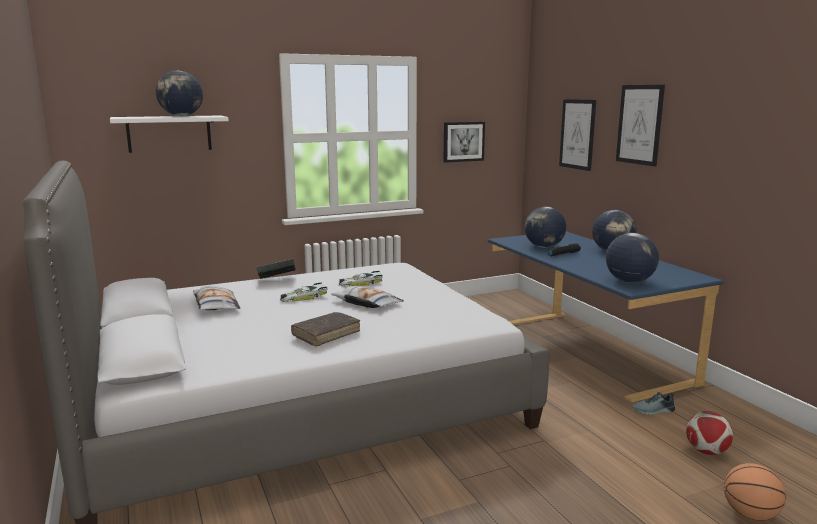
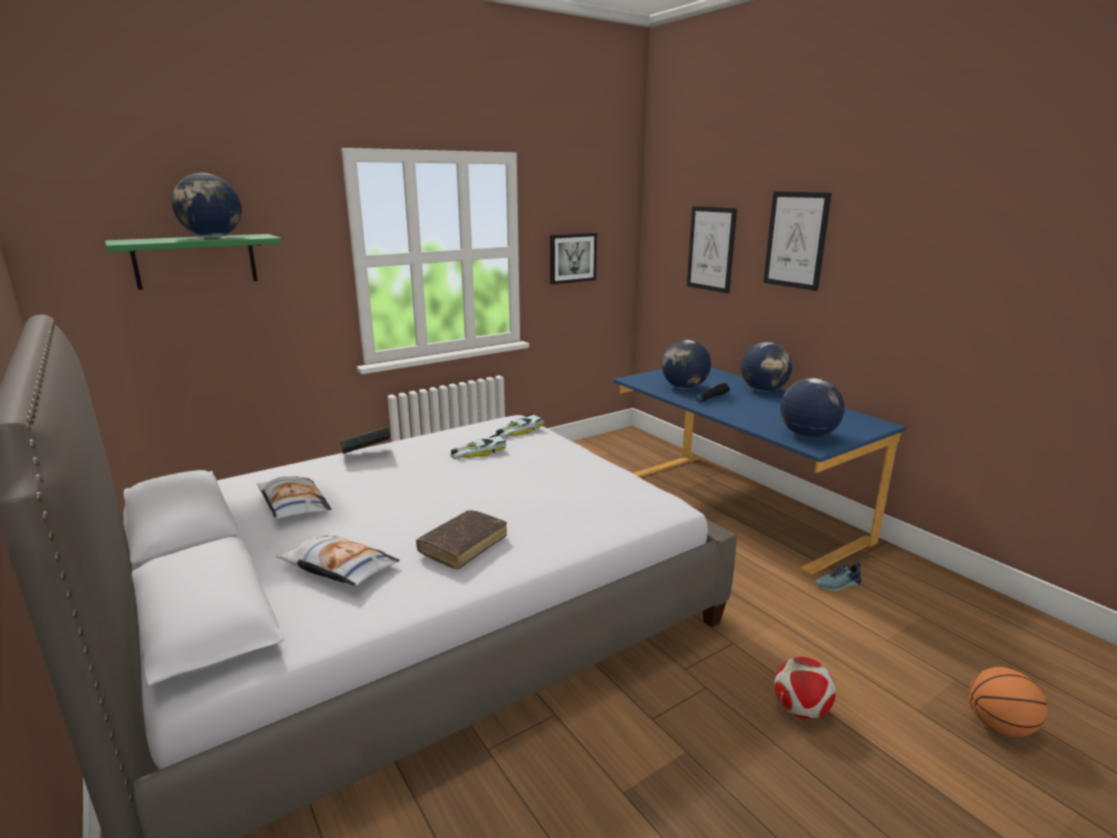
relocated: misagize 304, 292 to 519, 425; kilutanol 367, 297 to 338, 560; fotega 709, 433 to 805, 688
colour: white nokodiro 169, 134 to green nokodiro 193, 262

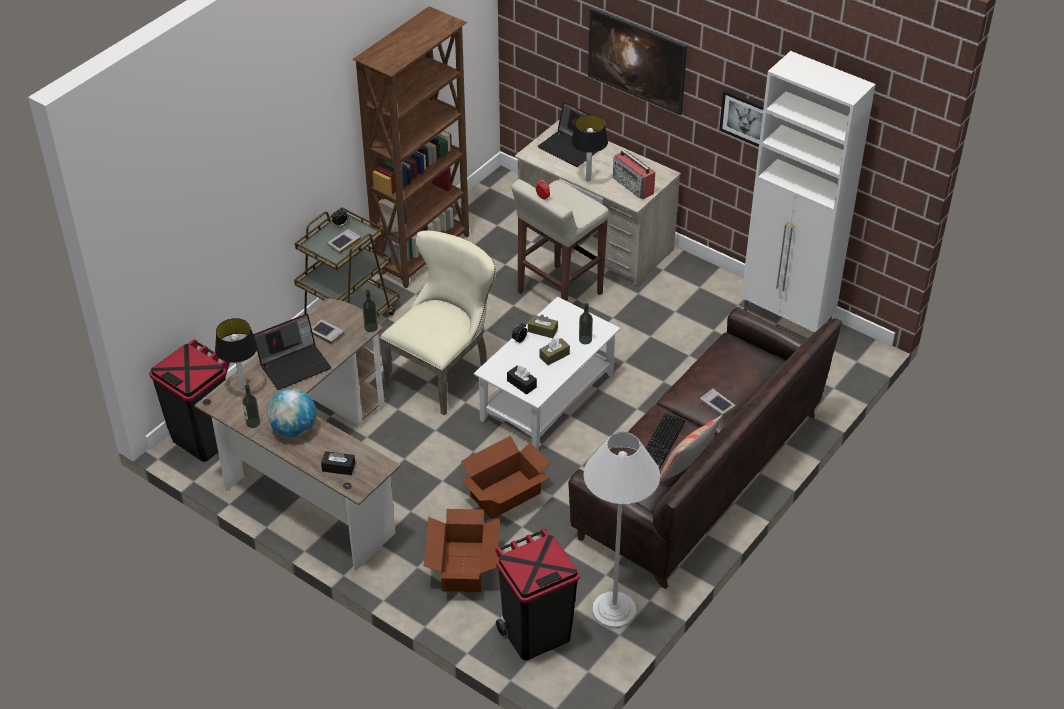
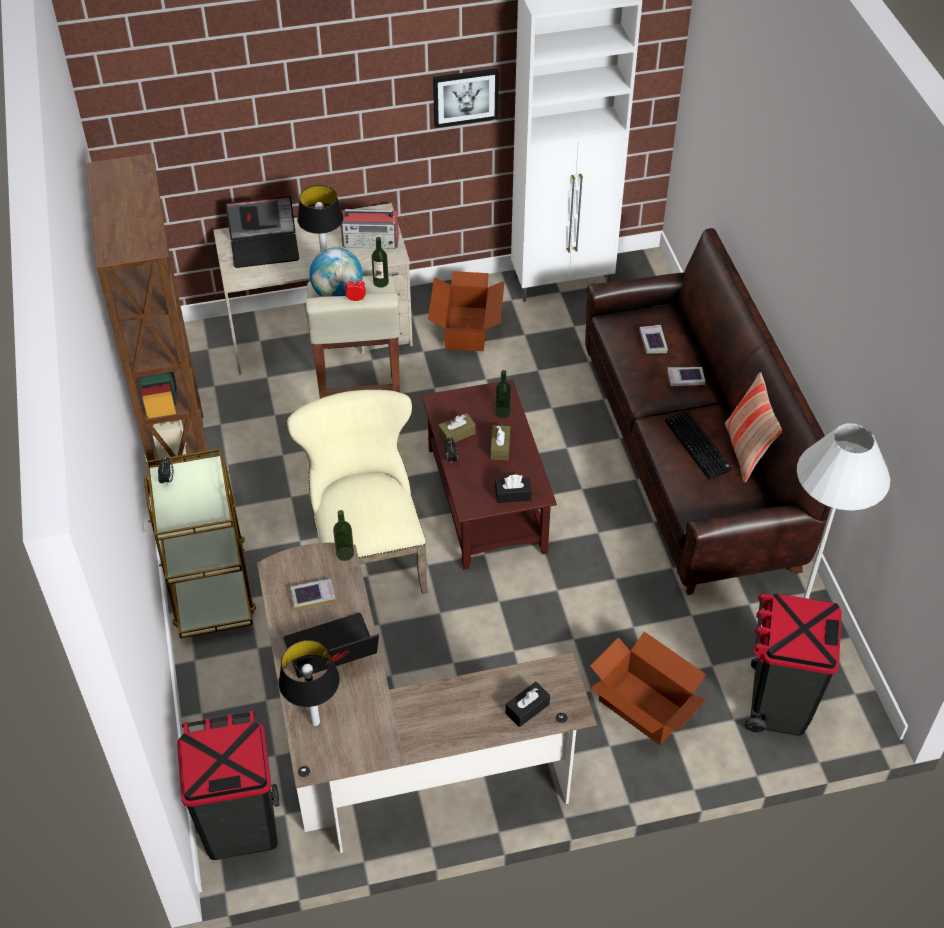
missing: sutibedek 637, 61
relocated: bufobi 251, 406 to 380, 262; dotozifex 291, 412 to 336, 272; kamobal 344, 241 to 653, 339; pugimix 505, 477 to 466, 311
colour: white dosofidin 547, 373 to brown dosofidin 489, 474
spun: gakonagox 292, 352 = 331, 645 120 degrees counterclockwise

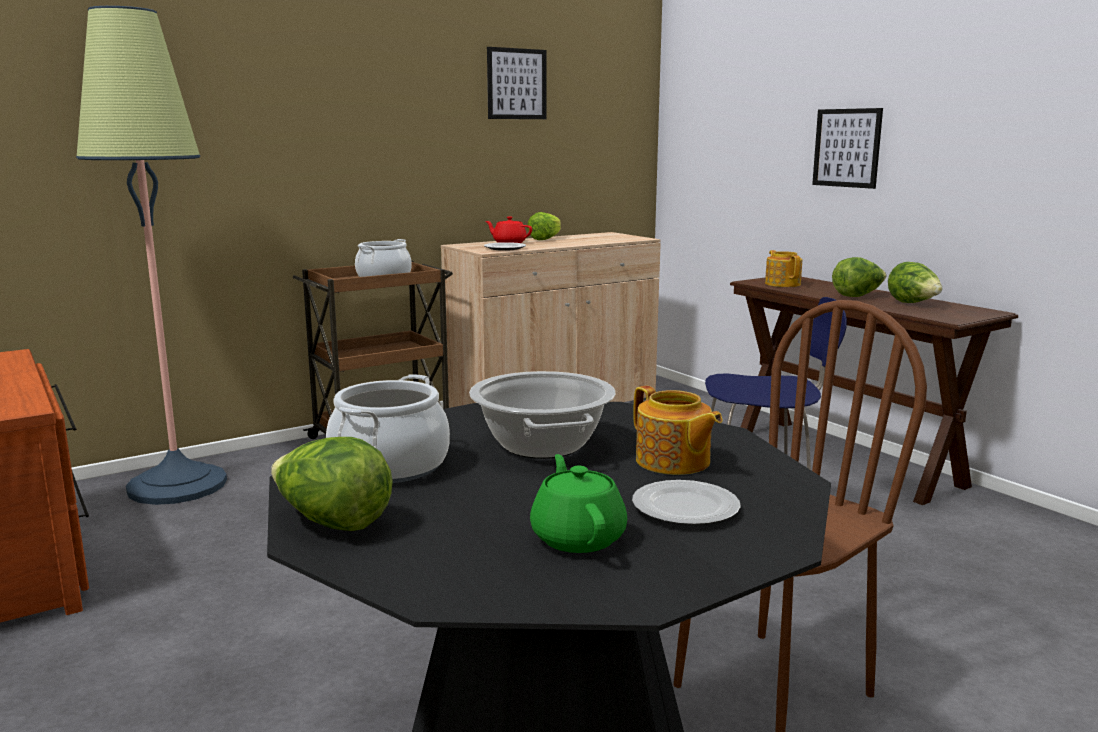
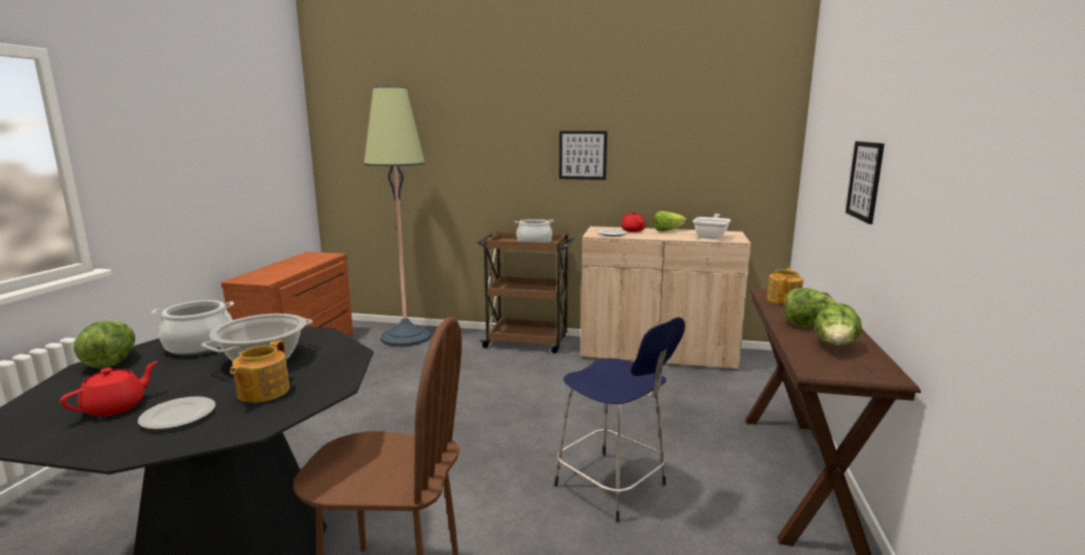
appeared: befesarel 712, 226
relocated: sutibedek 517, 83 to 583, 155
colour: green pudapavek 578, 503 to red pudapavek 109, 389

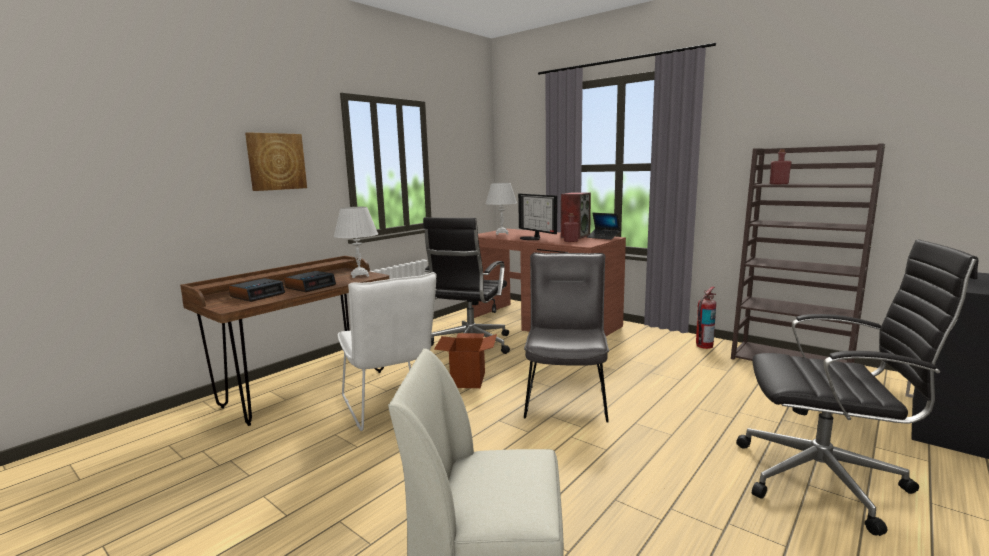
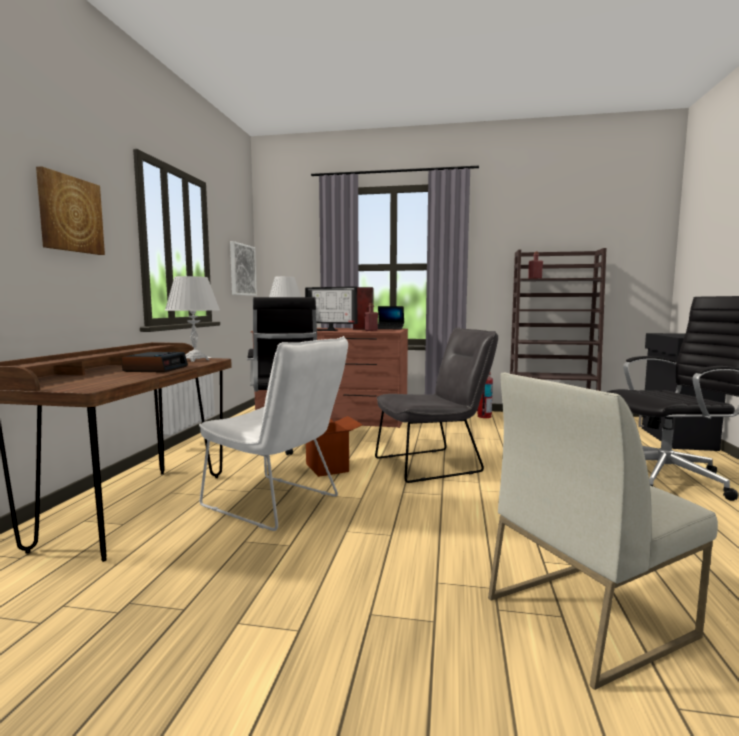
missing: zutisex 257, 290
appeared: sutibedek 243, 268
spun: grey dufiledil 566, 337 = 436, 405 90 degrees clockwise

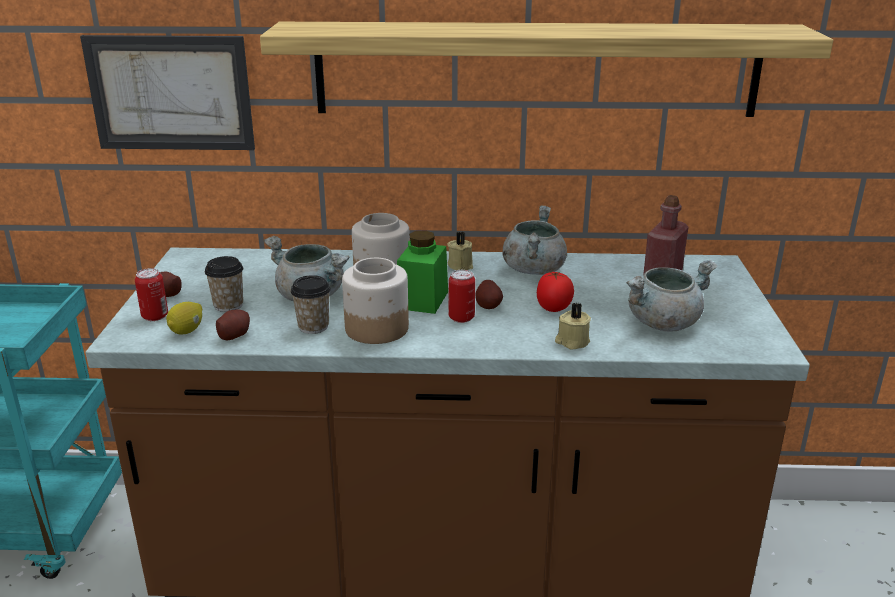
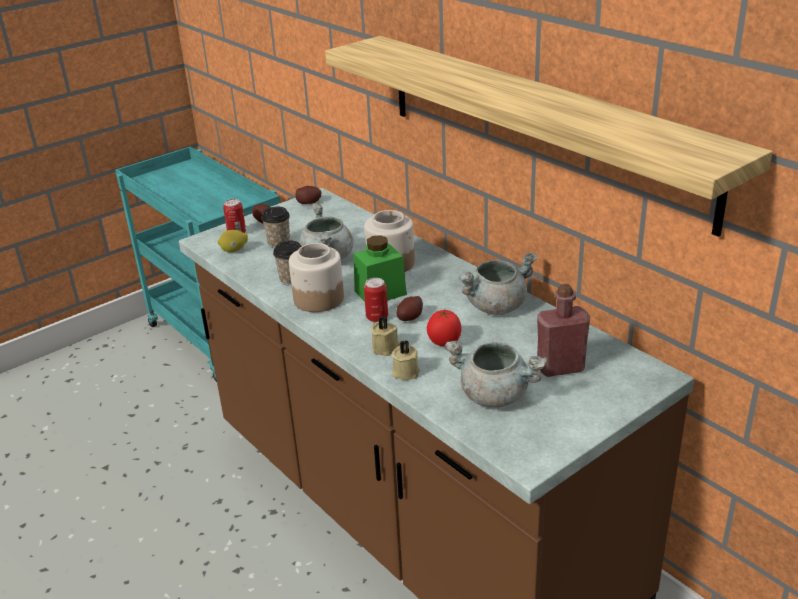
missing: sutibedek 167, 92
relocated: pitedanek 233, 324 to 308, 195; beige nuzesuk 460, 251 to 385, 336

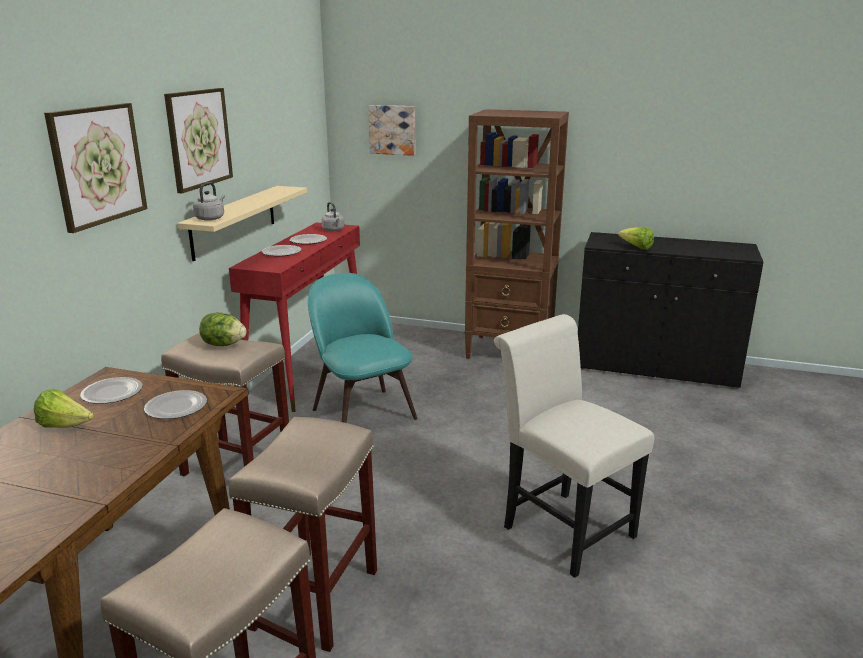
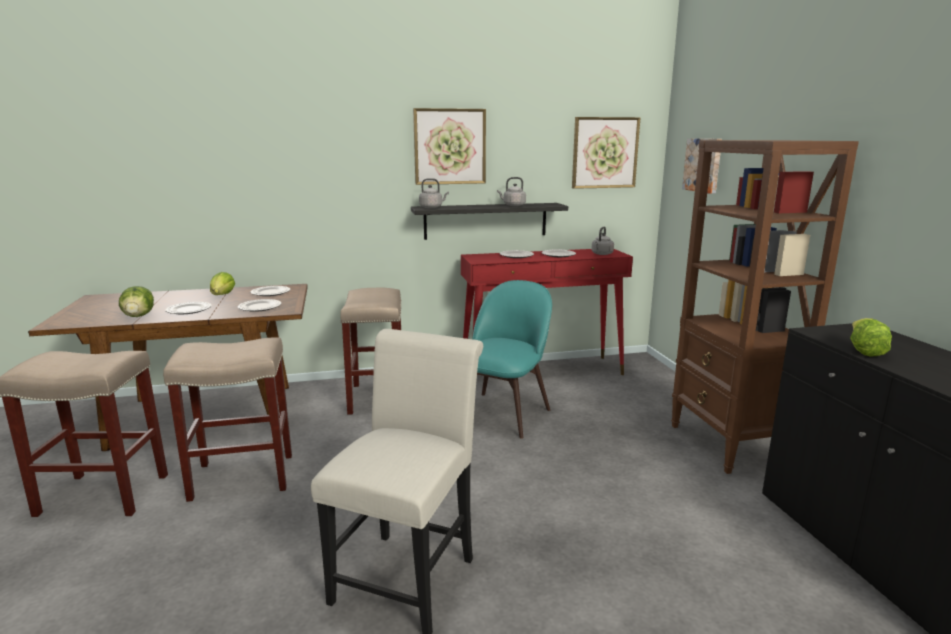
appeared: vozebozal 188, 308; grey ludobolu 511, 191
relocated: sutibedek 95, 168 to 606, 153; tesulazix 222, 329 to 136, 301
colour: beige nokodiro 242, 223 to black nokodiro 489, 221

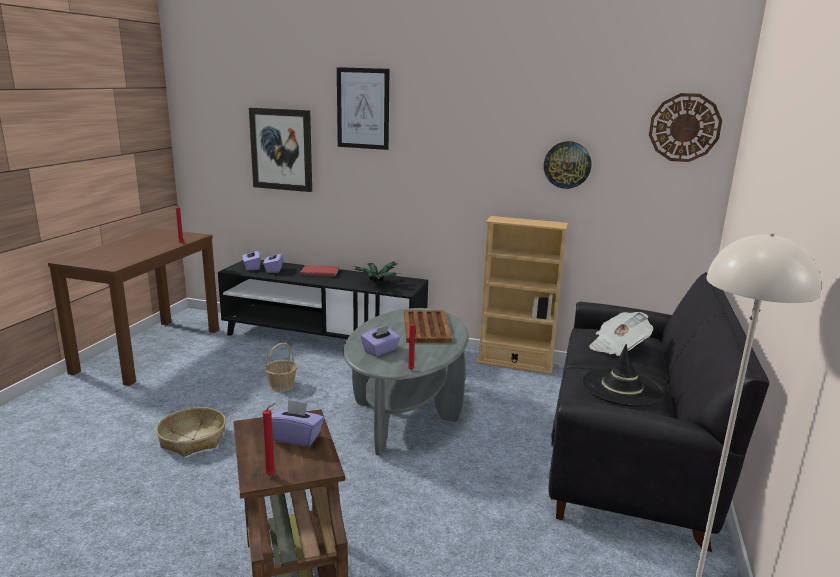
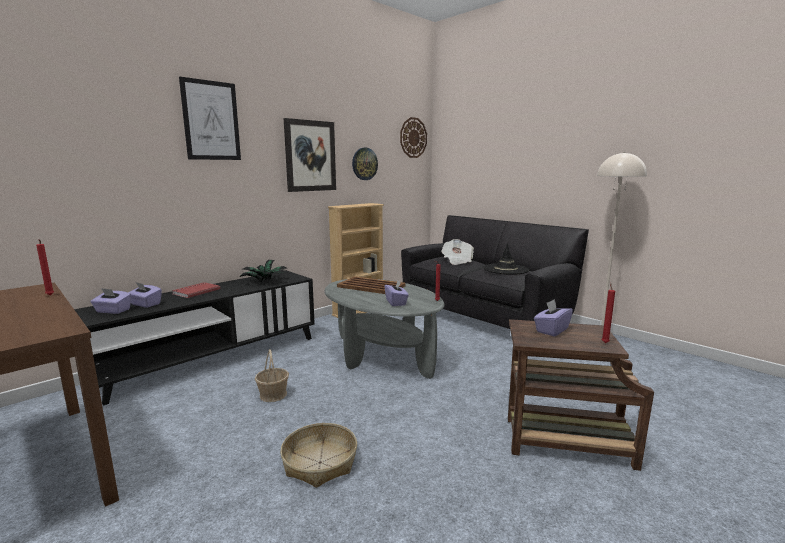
relocated: sutibedek 280, 150 to 310, 155

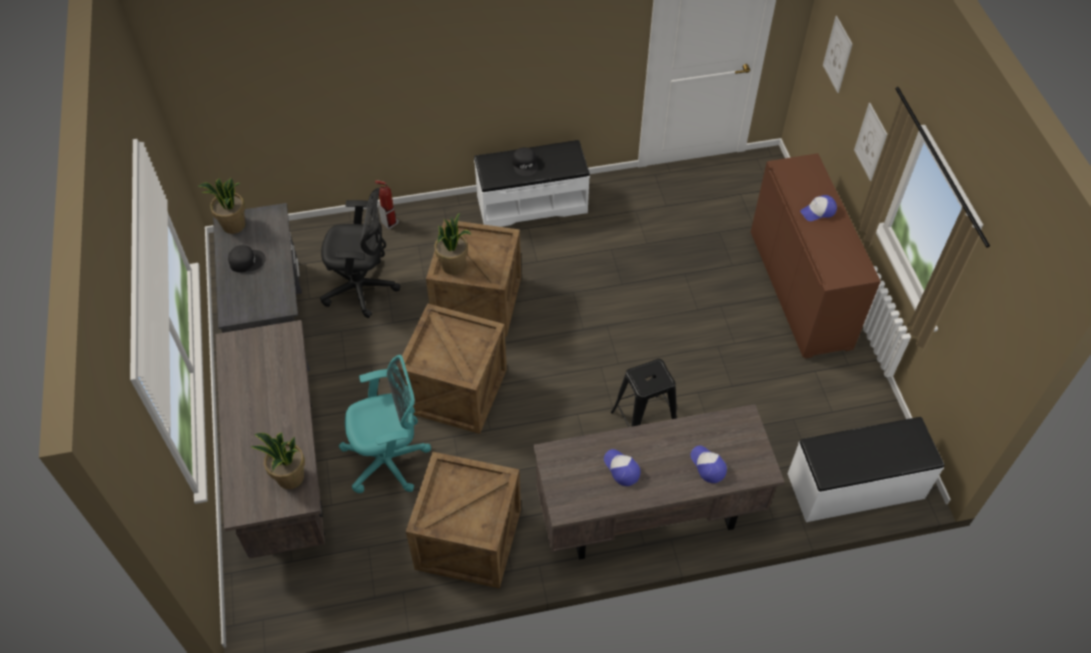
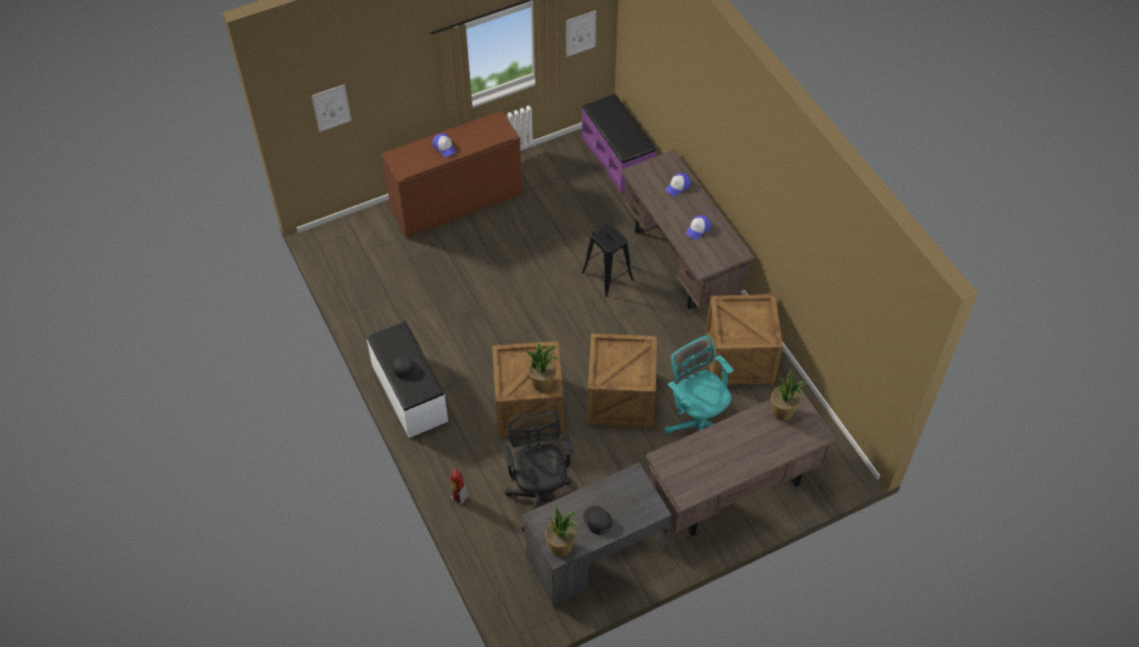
relocated: sutibedek 870, 142 to 581, 33
colour: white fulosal 865, 469 to purple fulosal 619, 143

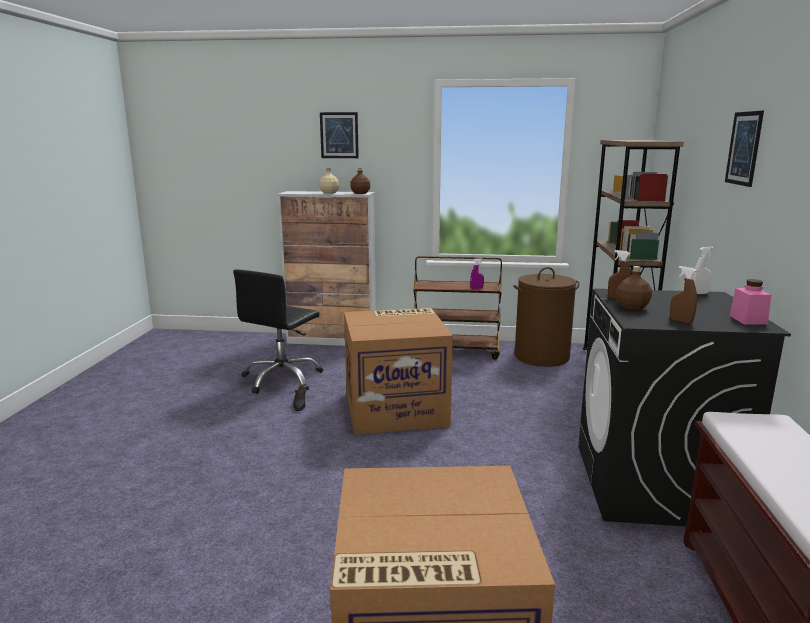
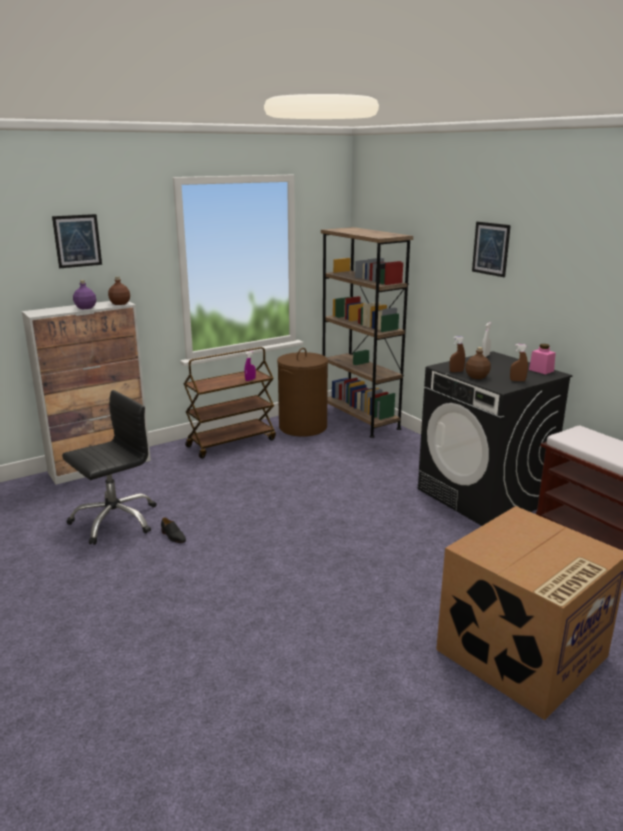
missing: pugimix 398, 371
colour: beige bufobi 329, 181 to purple bufobi 84, 294
spun: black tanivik 278, 331 = 109, 467 120 degrees counterclockwise

